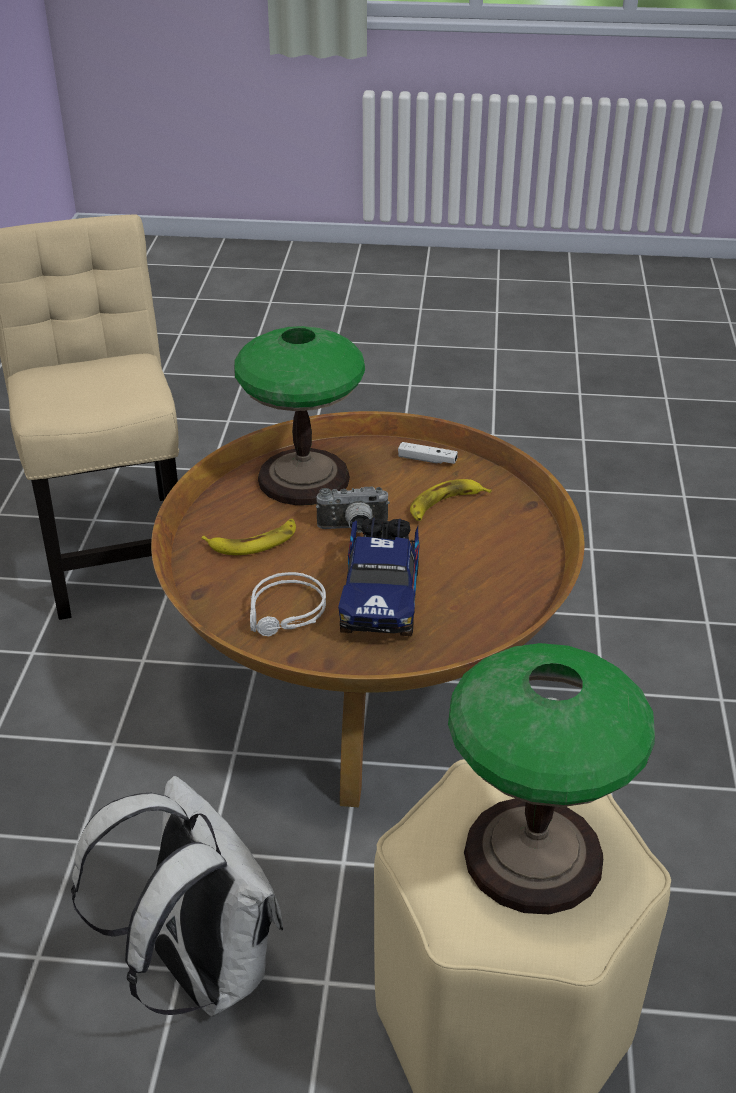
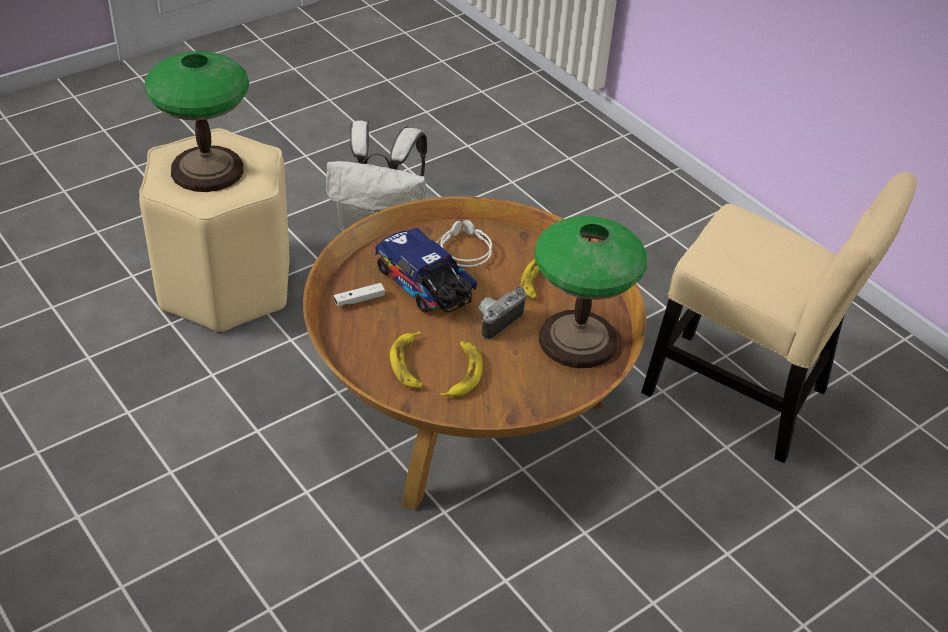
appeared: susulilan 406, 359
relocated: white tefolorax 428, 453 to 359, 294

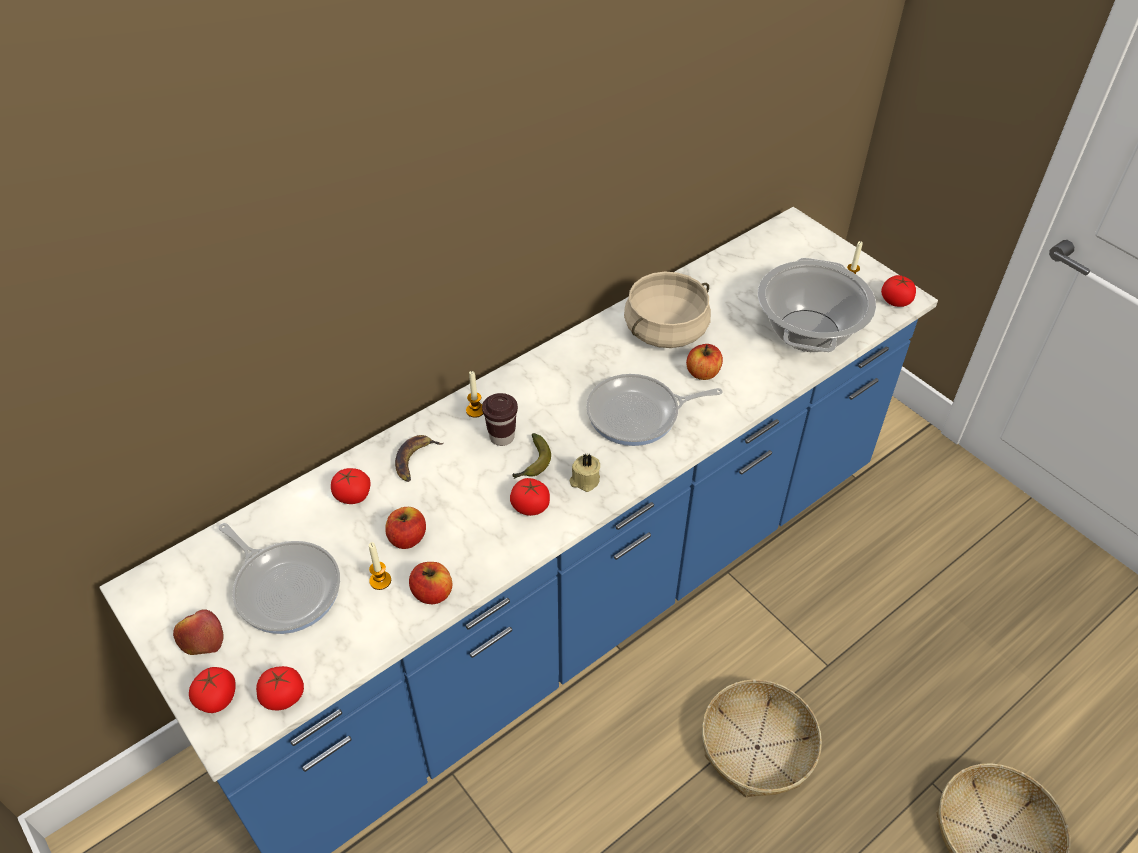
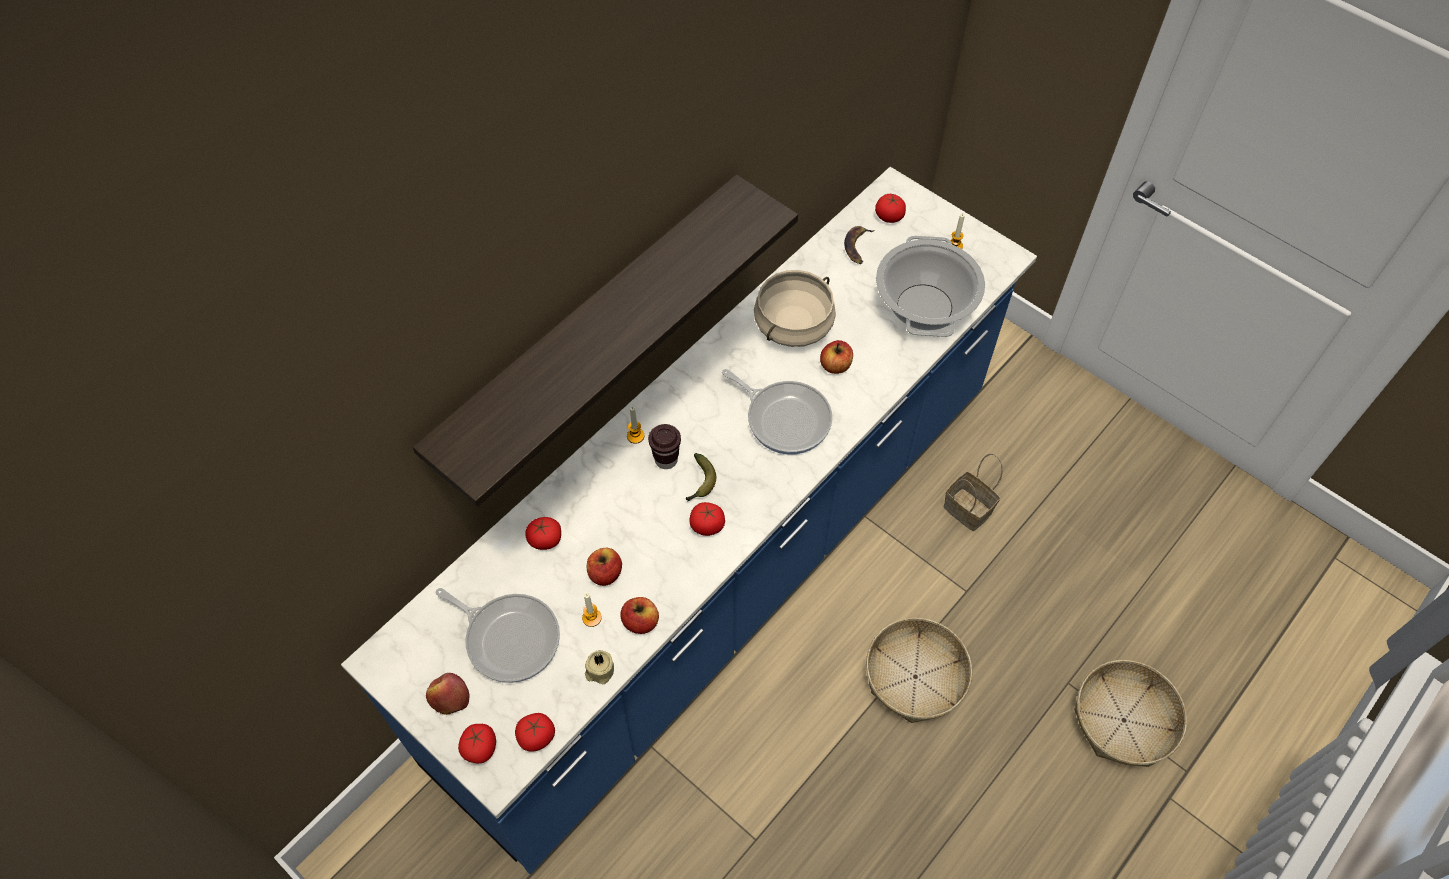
appeared: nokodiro 605, 340; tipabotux 973, 492
relocated: susulilan 419, 458 to 859, 245; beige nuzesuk 585, 472 to 599, 667; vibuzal 898, 291 to 890, 208
spun: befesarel 654, 410 = 777, 412 120 degrees counterclockwise

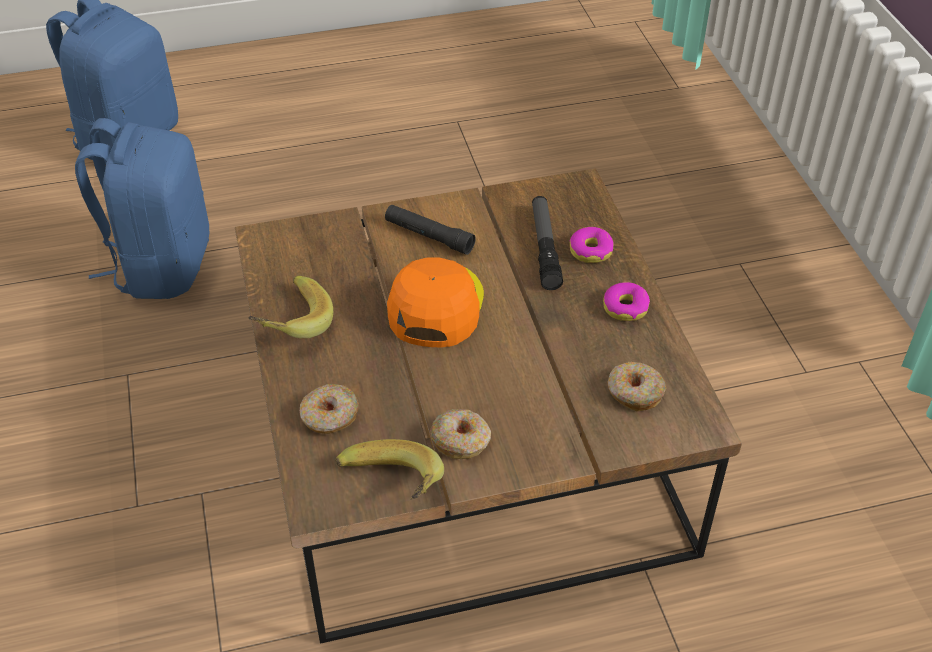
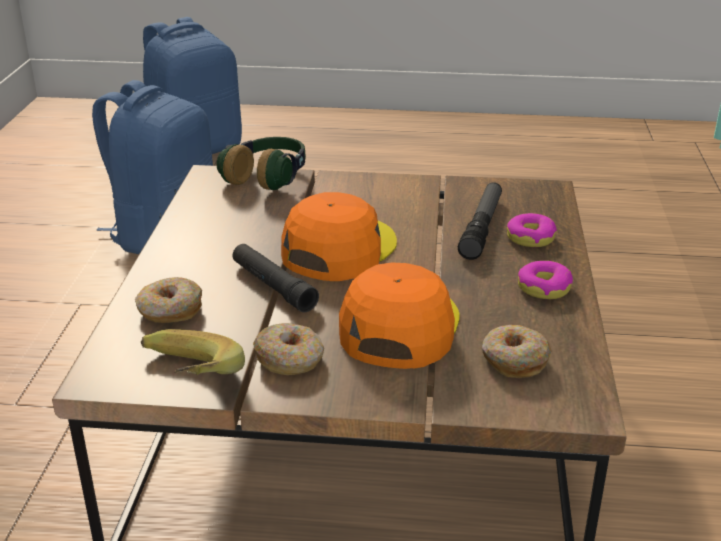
missing: susulilan 290, 307
appeared: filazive 261, 163; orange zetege 399, 316
relocated: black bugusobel 430, 230 to 275, 278

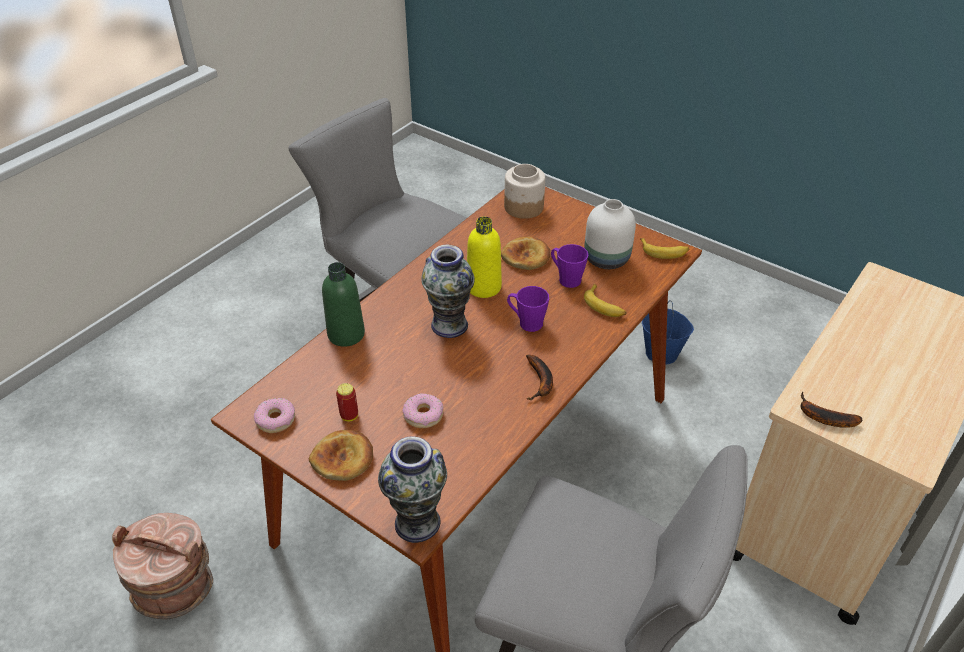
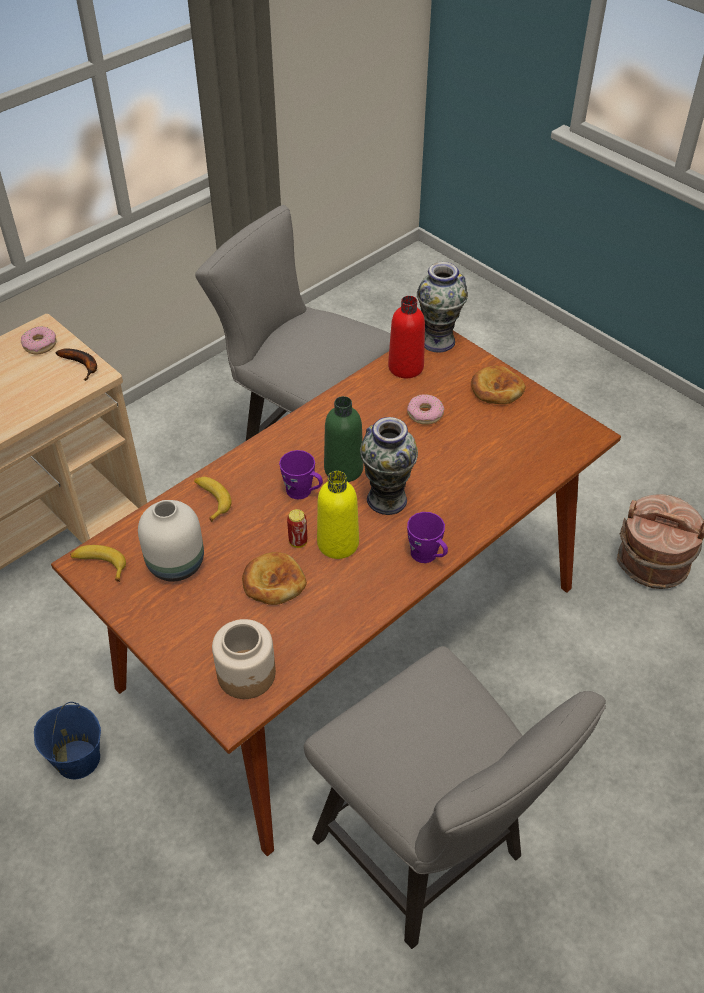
missing: susulilan 539, 377
appeared: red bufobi 406, 337
relocated: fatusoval 274, 415 to 38, 340; green bufobi 343, 304 to 343, 439; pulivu 347, 402 to 297, 528; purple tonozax 569, 266 to 427, 537

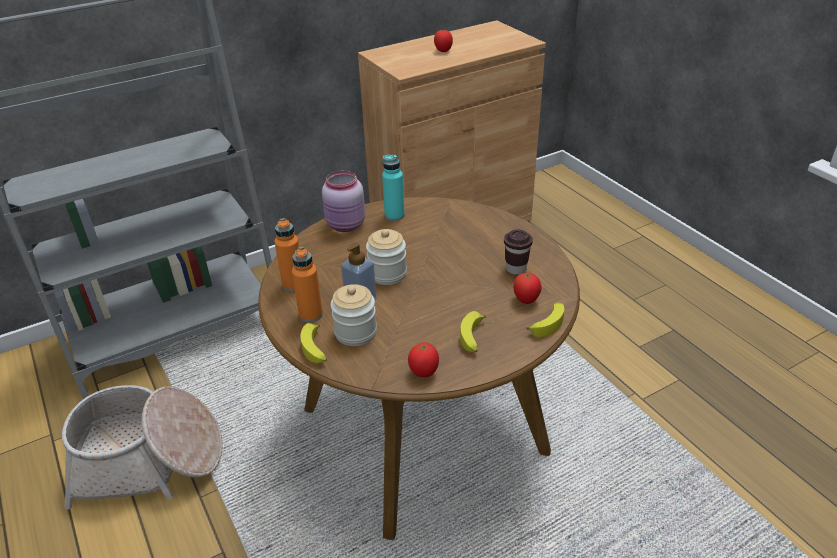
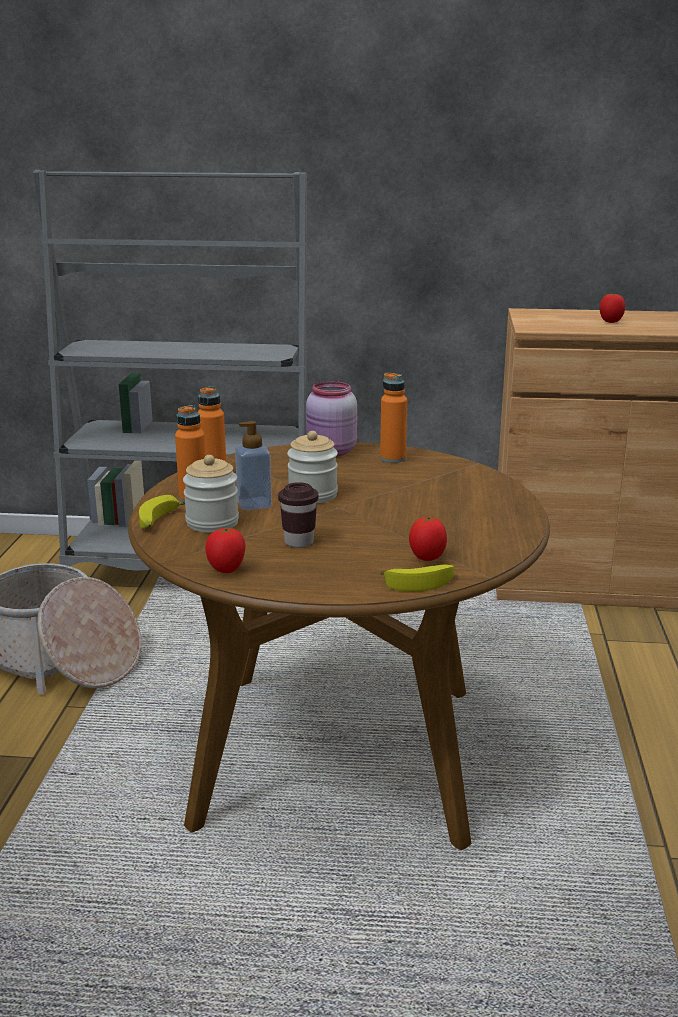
missing: susulilan 473, 331
relocated: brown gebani 518, 252 to 298, 515
colour: turquoise bufobi 393, 188 to orange bufobi 393, 417

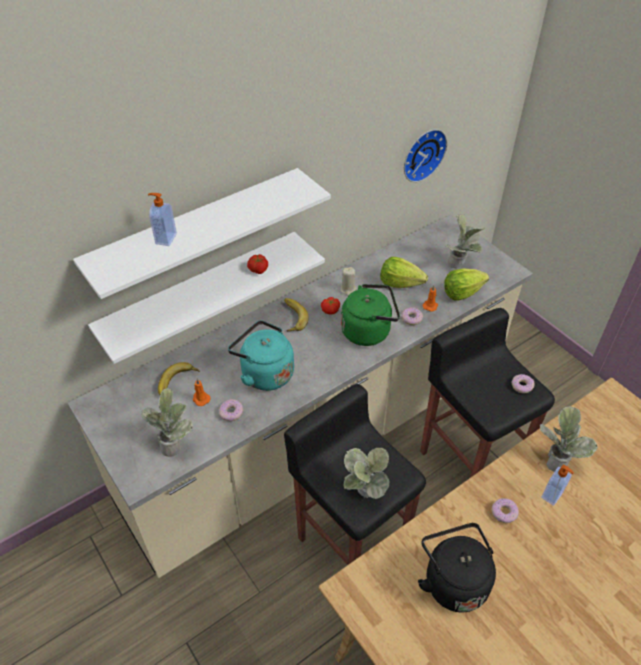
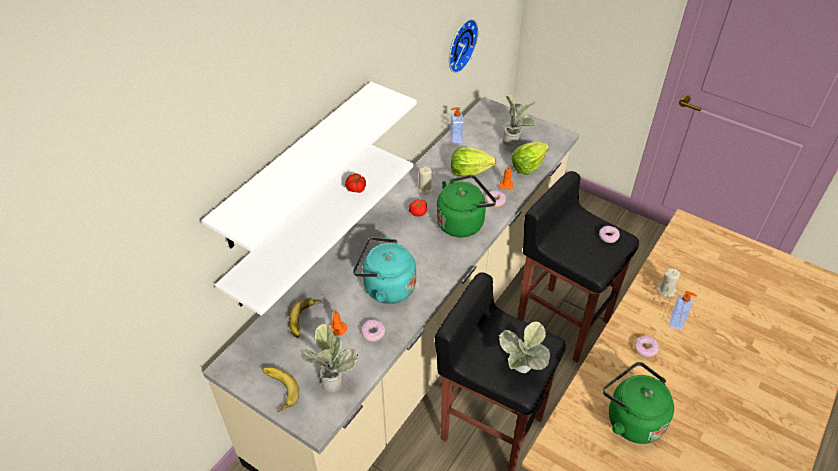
relocated: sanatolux 162, 219 to 457, 125; susulilan 296, 314 to 280, 389
exchanged: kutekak 569, 439 to beige nuzesuk 668, 282
colour: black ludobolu 457, 567 to green ludobolu 638, 403

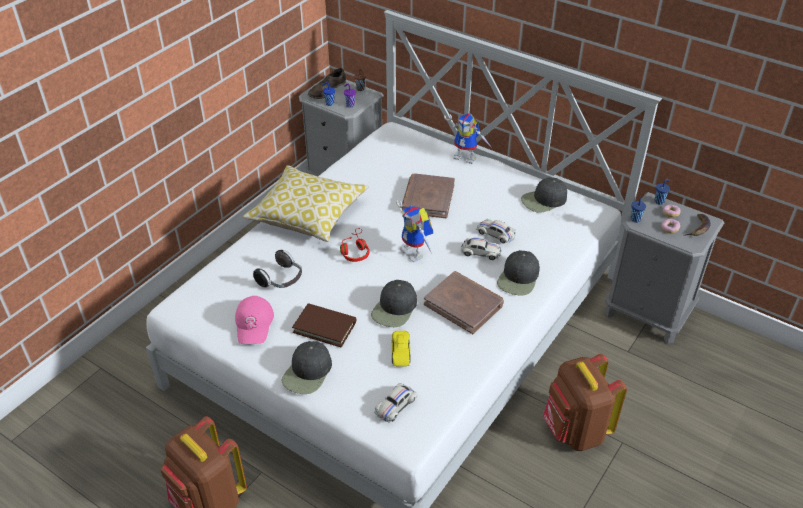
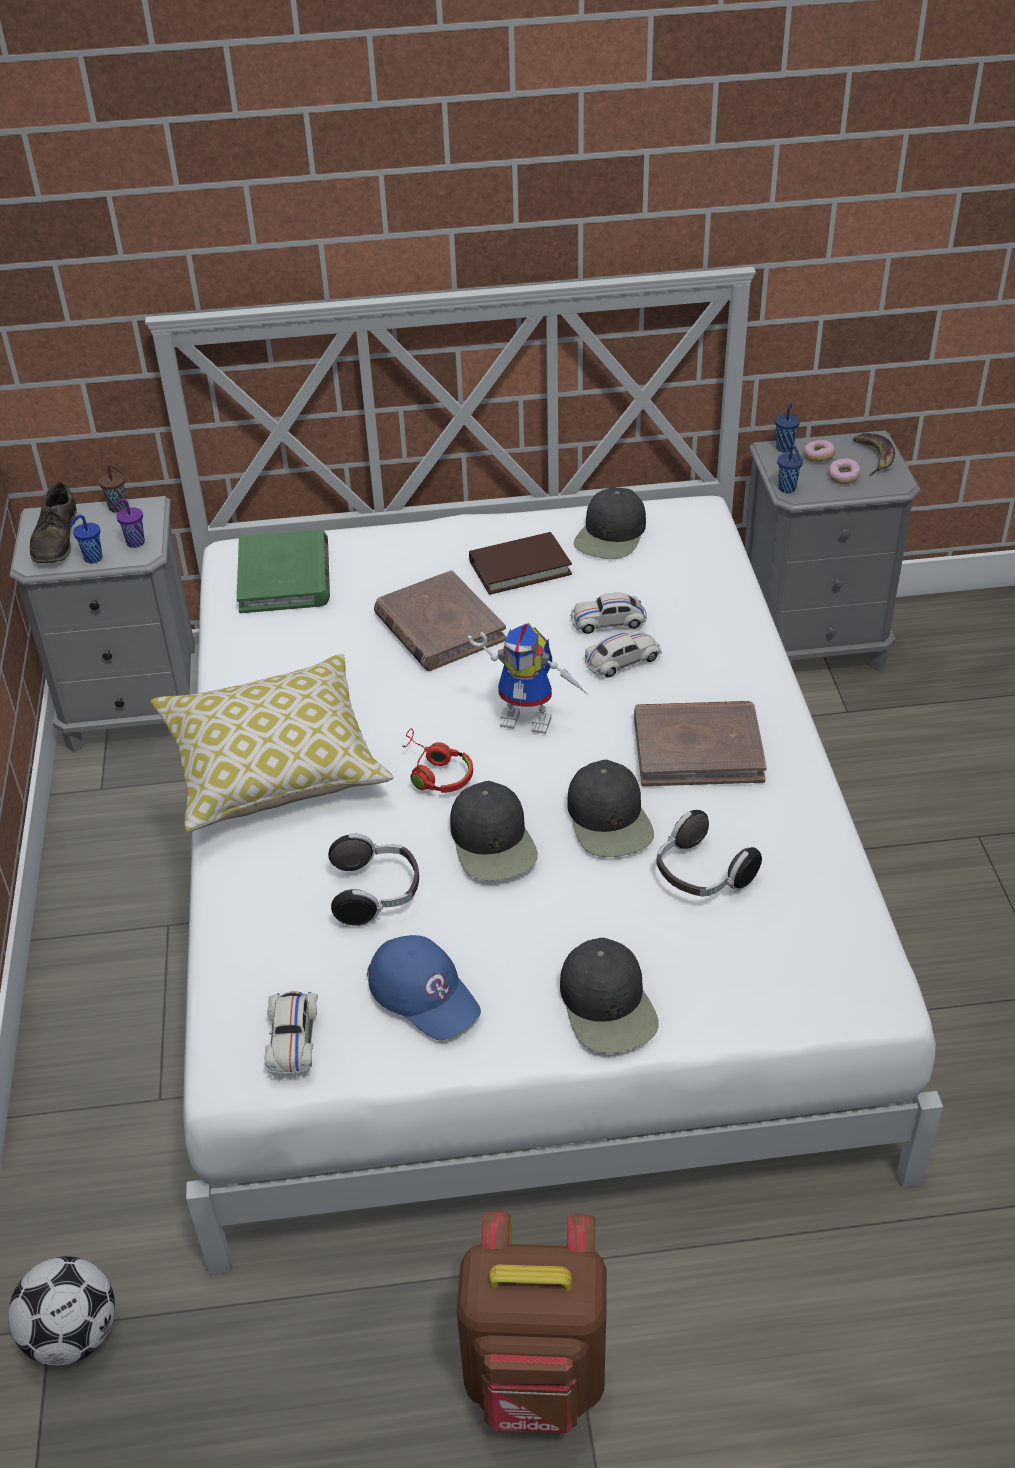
missing: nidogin 467, 138; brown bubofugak 585, 402
appeared: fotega 61, 1311; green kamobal 283, 571
relocated: brown kamobal 324, 325 to 520, 563; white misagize 396, 403 to 291, 1033; black zetege 518, 272 to 494, 831
exchanged: yellow misagize 401, 349 to filazive 709, 853
colour: pink zetege 254, 320 to blue zetege 424, 987

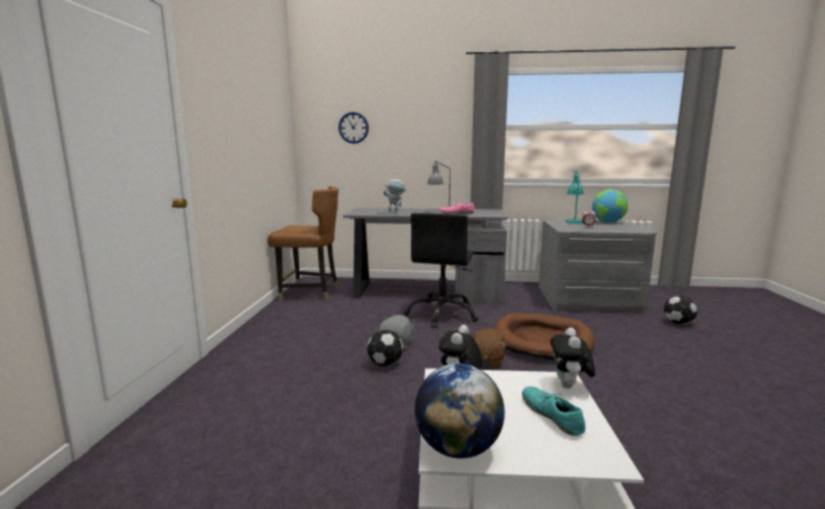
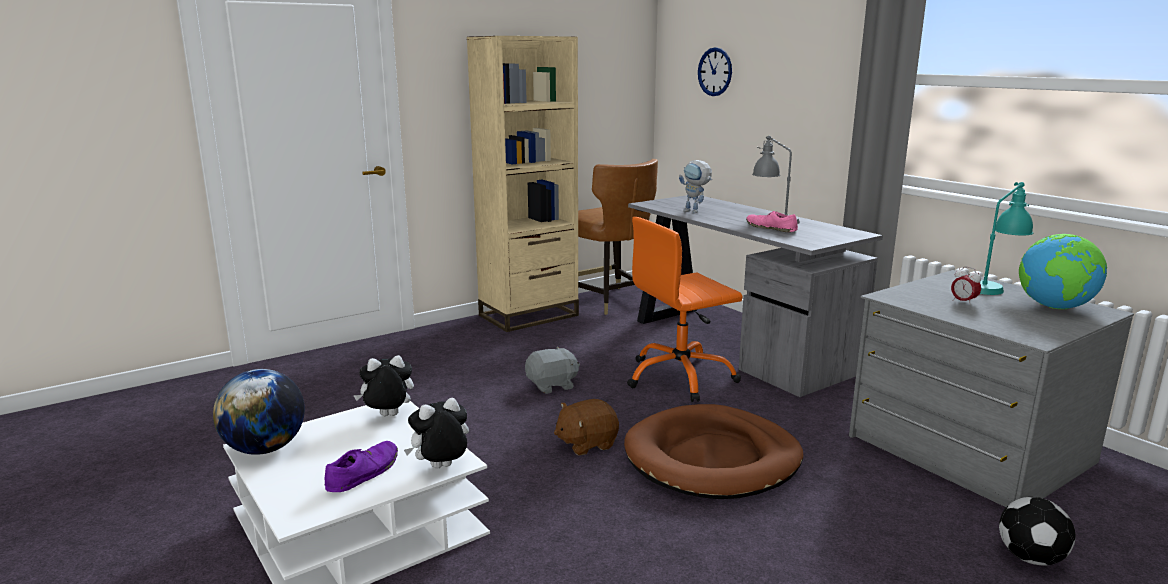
missing: fotega 385, 348
appeared: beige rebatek 523, 184
colour: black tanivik 441, 270 to orange tanivik 685, 309; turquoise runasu 553, 411 to purple runasu 361, 466

